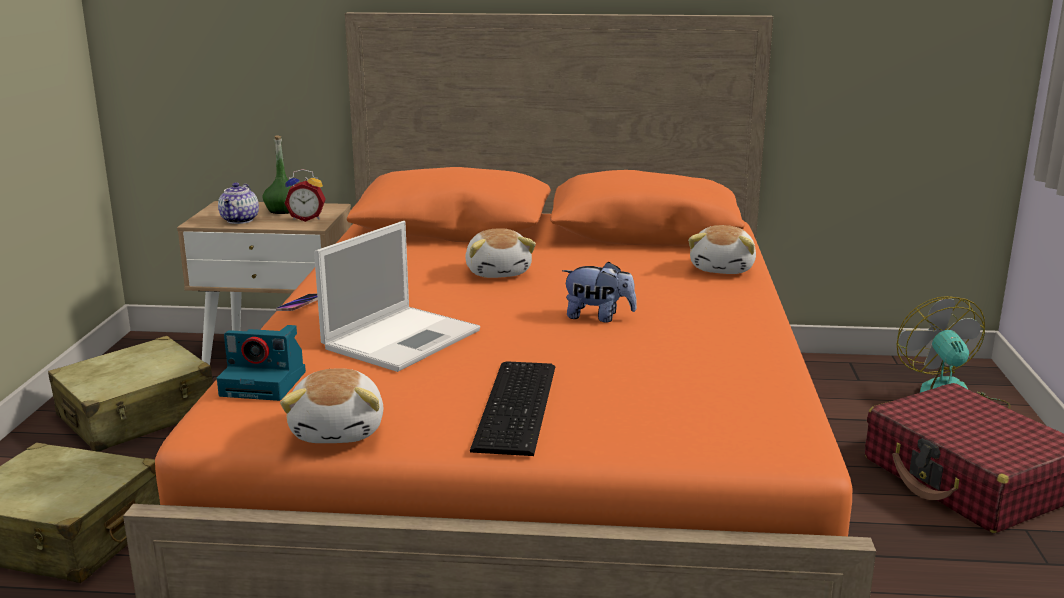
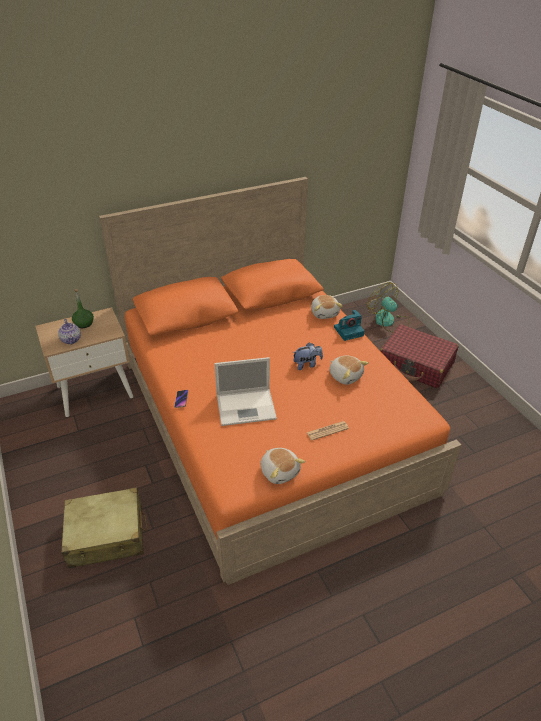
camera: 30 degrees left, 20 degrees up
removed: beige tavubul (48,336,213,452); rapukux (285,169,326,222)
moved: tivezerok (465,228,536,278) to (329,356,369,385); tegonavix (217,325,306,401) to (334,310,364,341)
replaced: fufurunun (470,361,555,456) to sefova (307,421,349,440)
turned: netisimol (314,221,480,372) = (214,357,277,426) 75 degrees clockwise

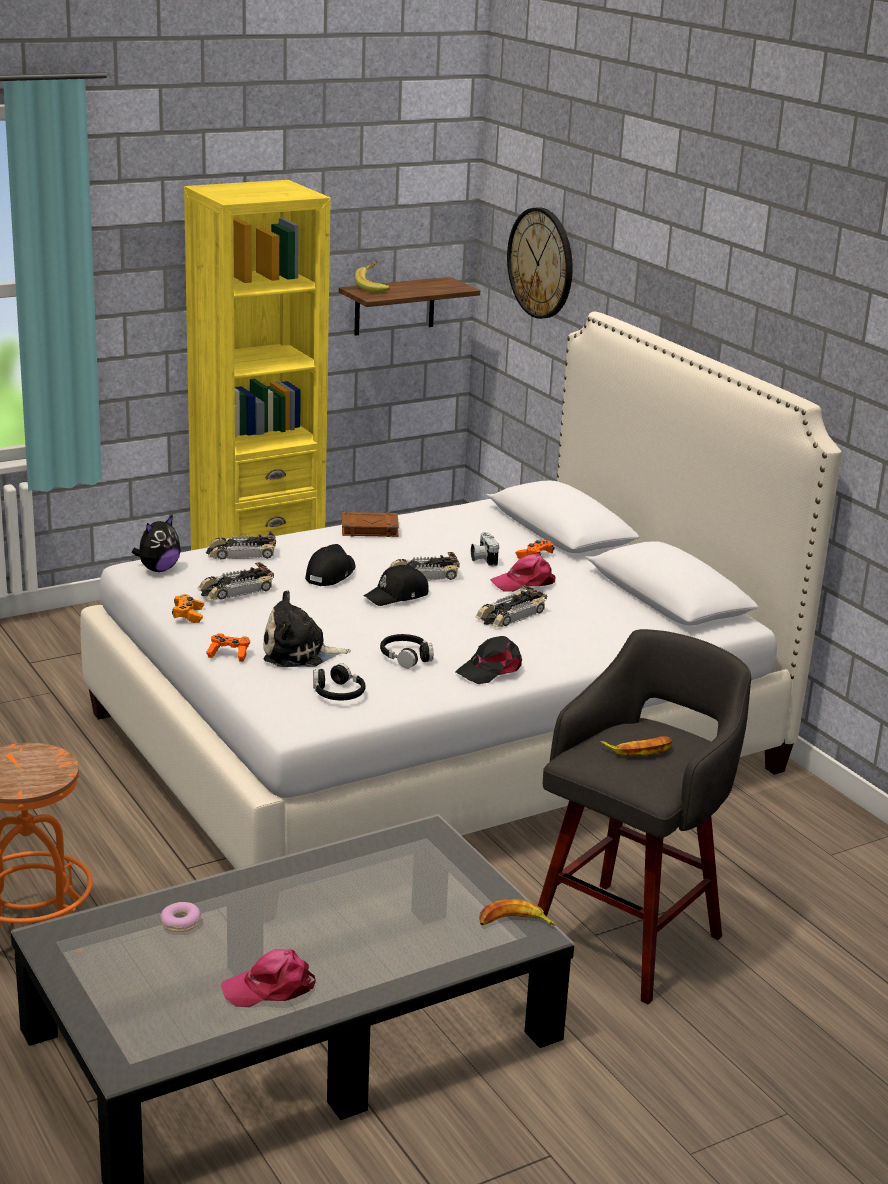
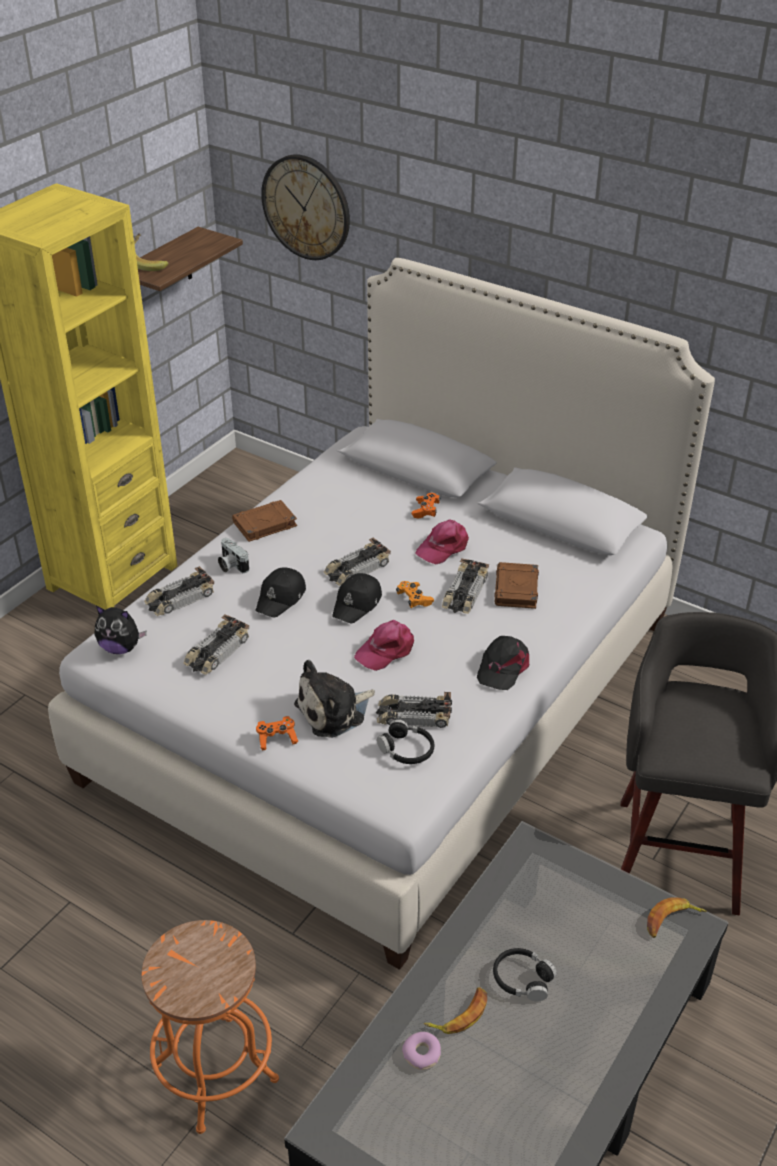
camera: 25 degrees left, 15 degrees up
added: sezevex (376,692,452,728); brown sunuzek (494,562,539,609)
moved: tegonavix (471,532,499,566) to (218,538,249,573); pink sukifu (221,949,316,1007) to (354,620,414,671); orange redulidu (172,594,204,623) to (396,581,434,608); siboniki (600,736,673,756) to (424,988,487,1034); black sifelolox (380,634,434,669) to (493,948,557,1001)
turned: tivezerok (132,515,181,572) = (95,606,146,654) 90 degrees clockwise; black sukifu (305,544,356,586) = (255,567,306,618) 150 degrees counterclockwise

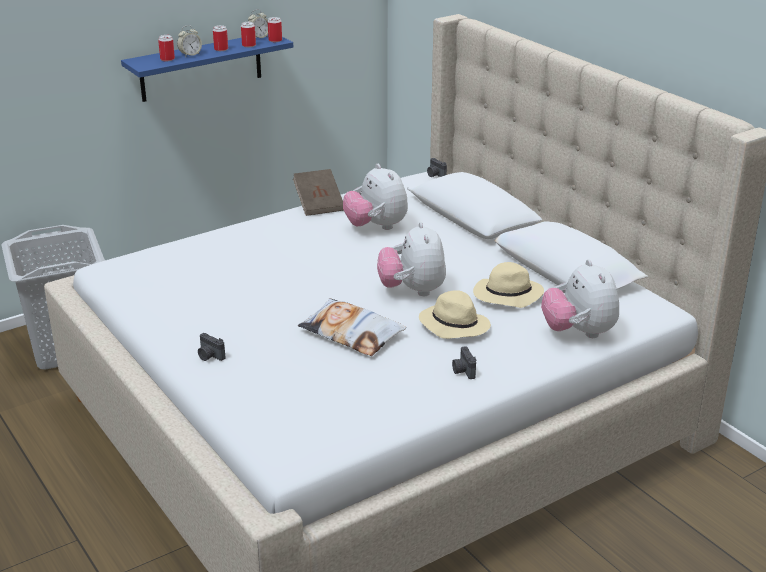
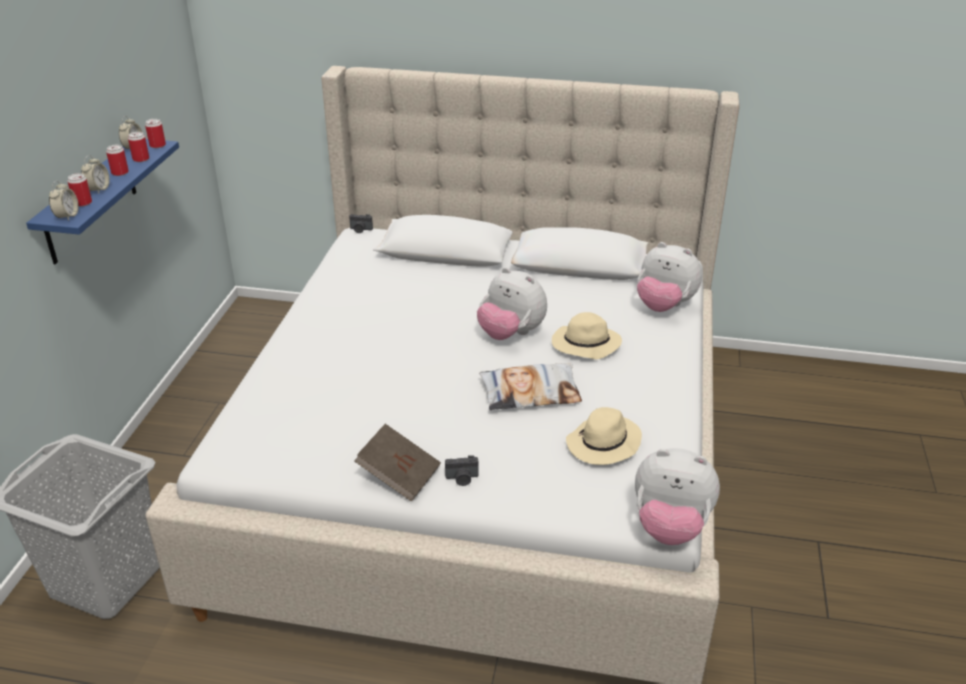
camera: 45 degrees left, 5 degrees up
removed: tegonavix (452,346,476,379)
added: rapukux (49,180,79,221)
moved: brown sunuzek (293,169,343,216) to (354,424,441,502); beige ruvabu (473,262,544,308) to (566,407,642,465); tivezerok (343,164,408,230) to (635,448,720,545)

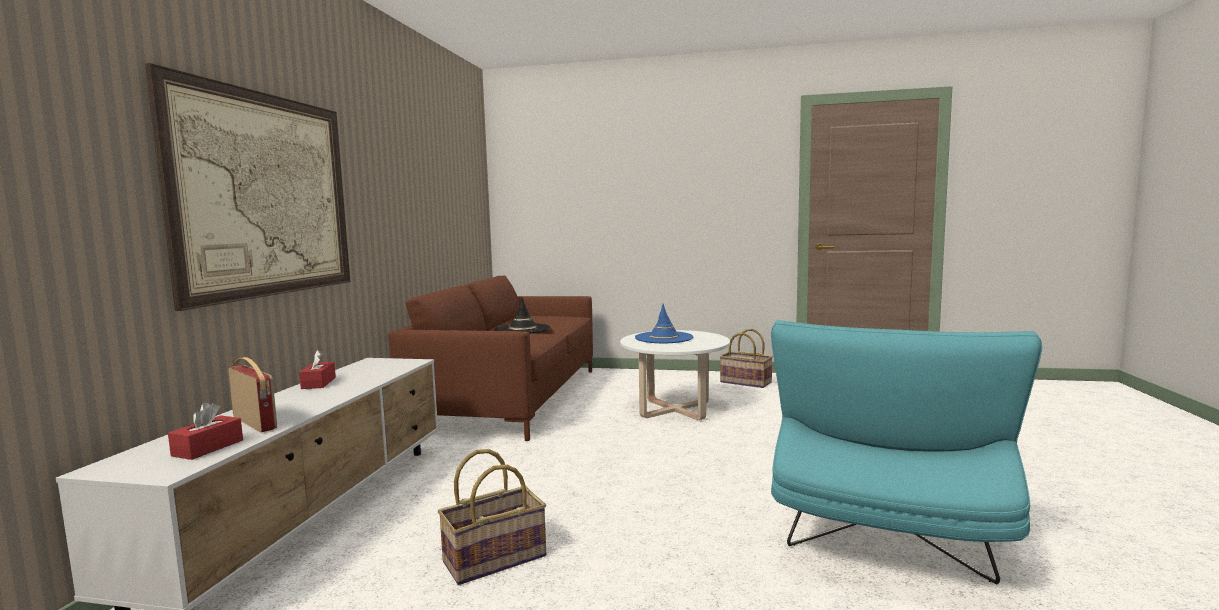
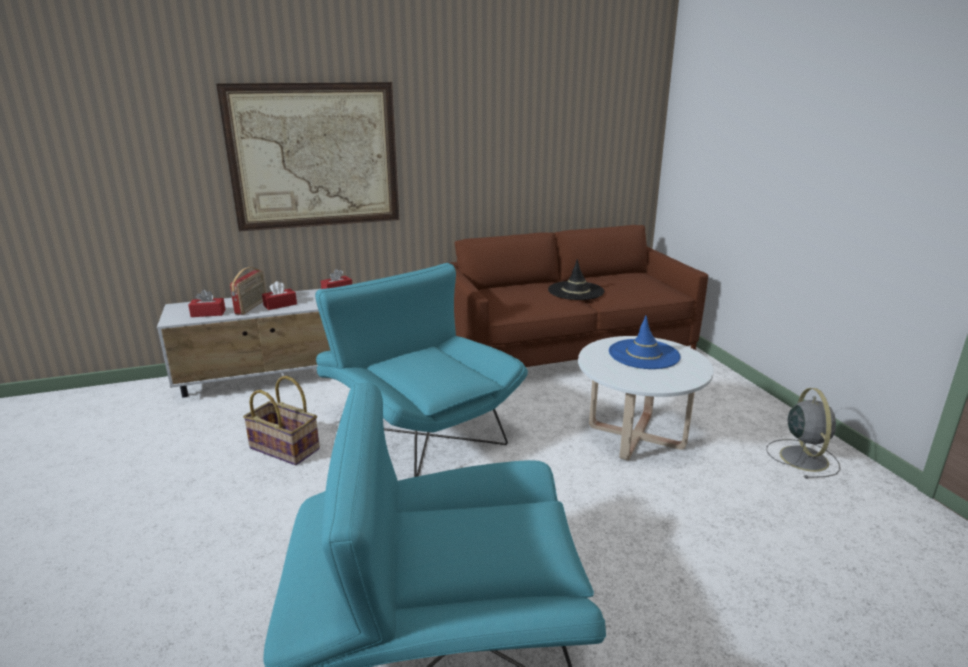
camera: 60 degrees right, 15 degrees up
added: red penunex (262,281,297,310); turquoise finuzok (315,263,528,477)
replaced: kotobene (720,329,773,388) to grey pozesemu (766,388,841,479)

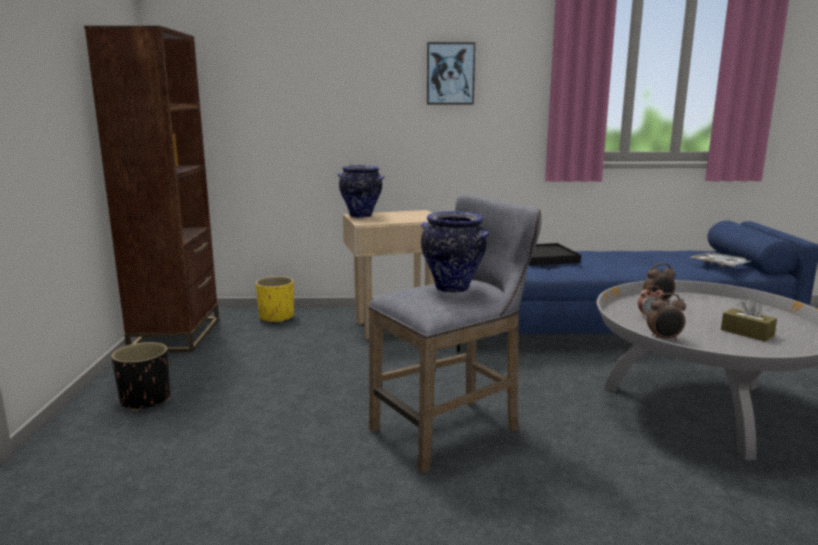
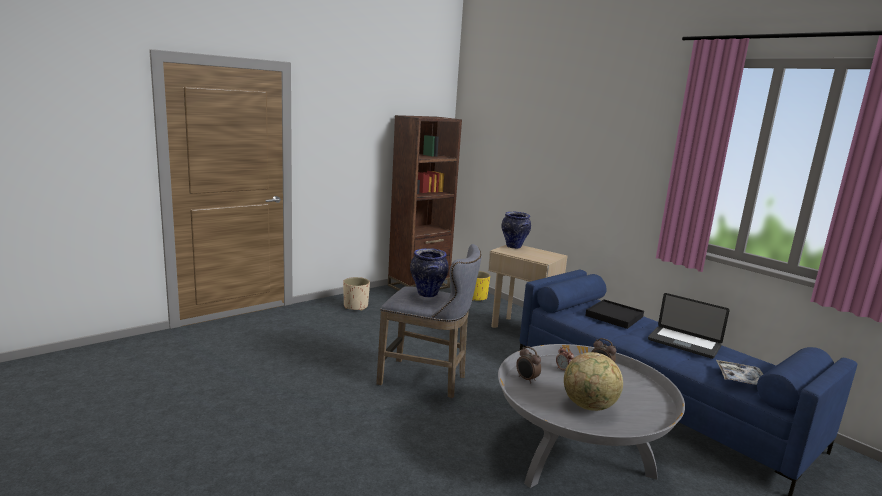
camera: 50 degrees right, 0 degrees up
removed: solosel (427,42,475,104)
added: netisimol (648,293,730,359)
replaced: brown penunex (721,298,777,341) to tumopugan (564,352,623,411)
recoloured: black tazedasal (111,342,170,411) to beige tazedasal (343,277,370,311)

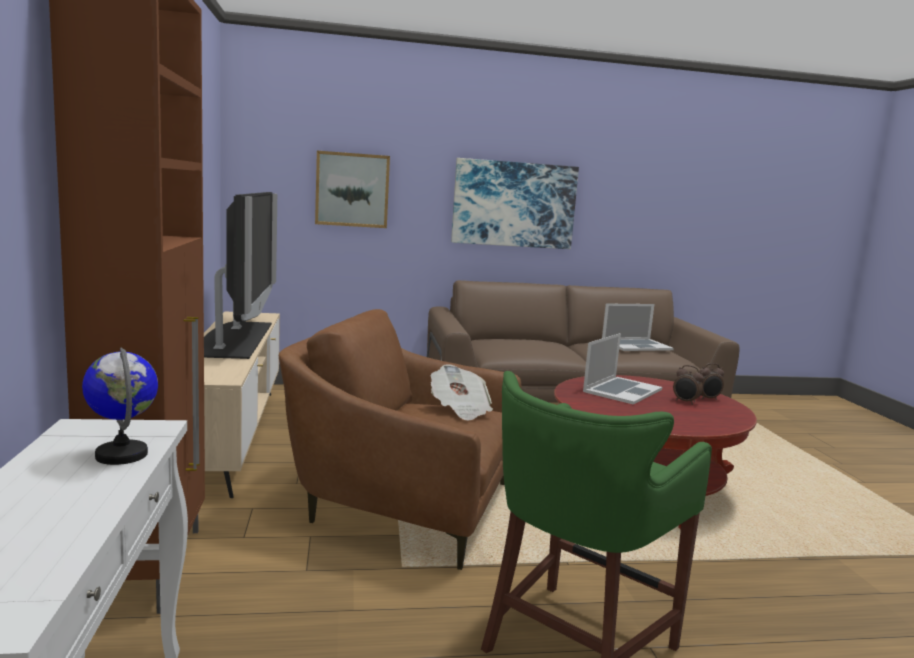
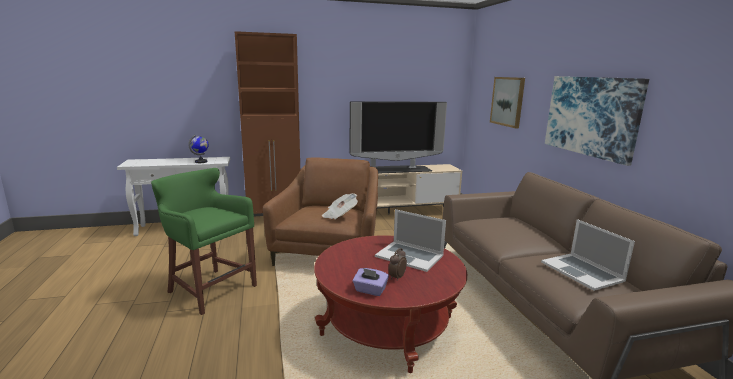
camera: 85 degrees right, 5 degrees up
removed: rapukux (699,363,724,400)
added: purple penunex (353,268,389,296)

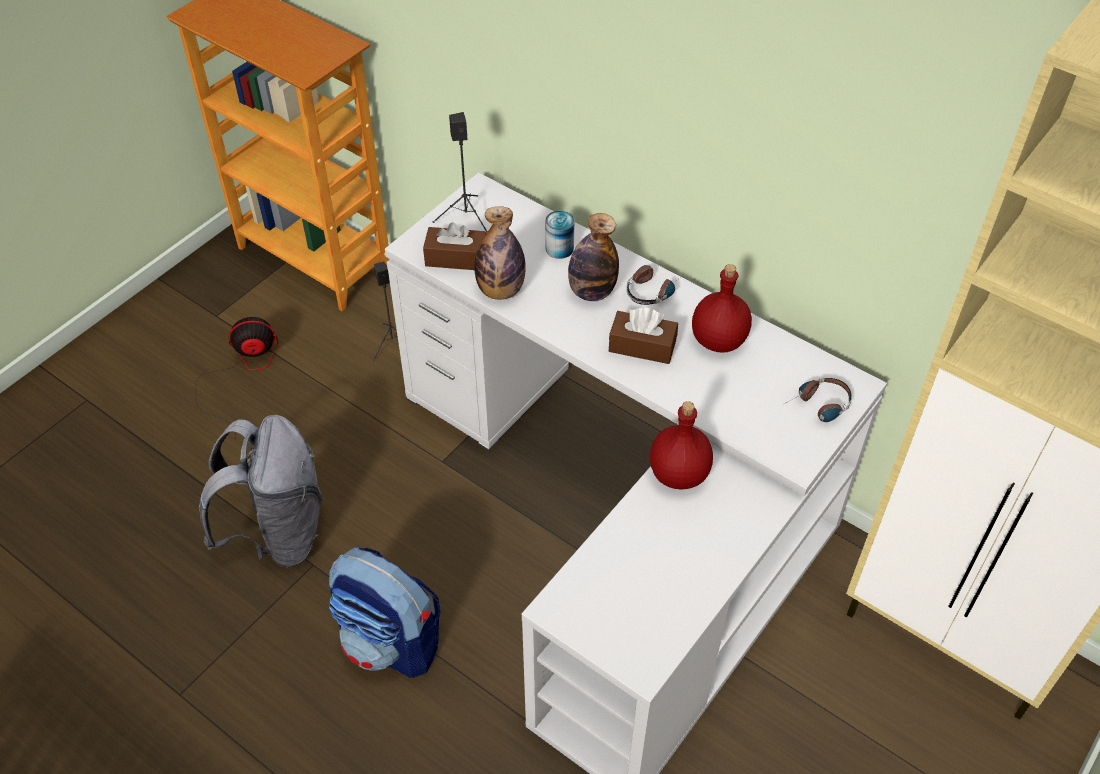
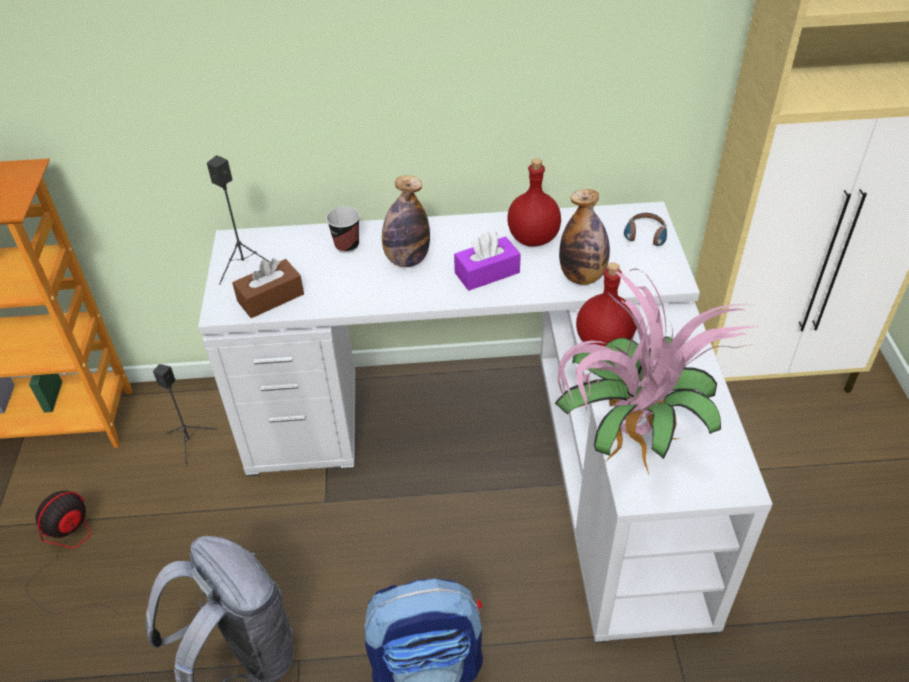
camera: 40 degrees left, 5 degrees down
removed: sifelolox (626,265,683,305)
added: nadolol (555,269,757,474)
moved: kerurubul (475,206,526,300) to (559,189,610,285)
replaced: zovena (545,211,574,259) to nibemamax (326,206,360,253)
recoloured: brown penunex (609,307,678,364) to purple penunex (454,232,521,291)

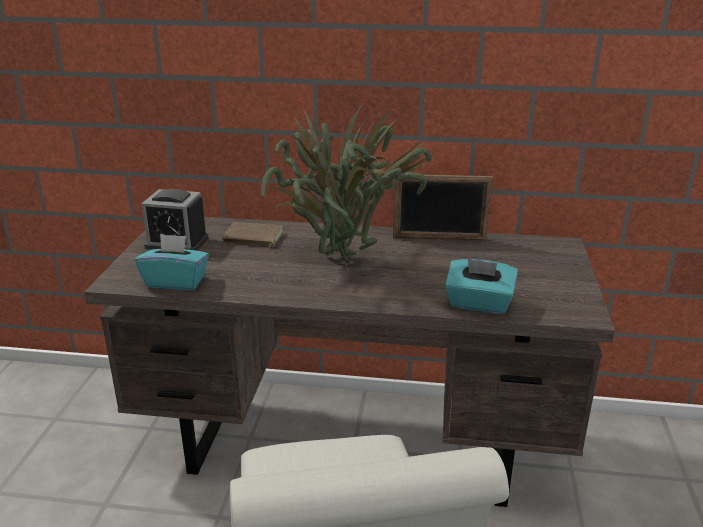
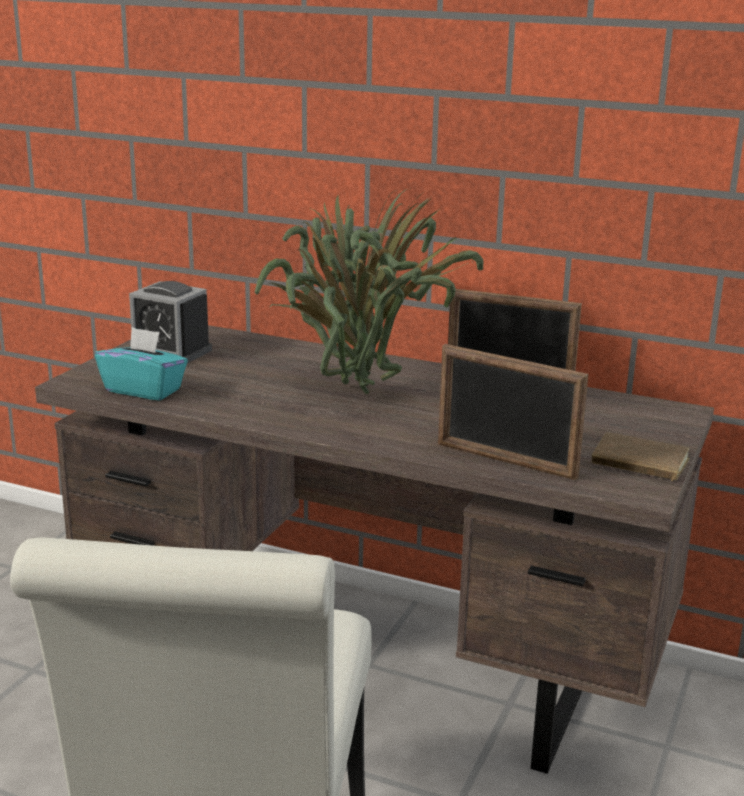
camera: 15 degrees right, 5 degrees down
moved: brown sunuzek (222,222,284,247) to (591,433,690,481)
replaced: turquoise penunex (445,259,518,314) to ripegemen (438,344,588,480)

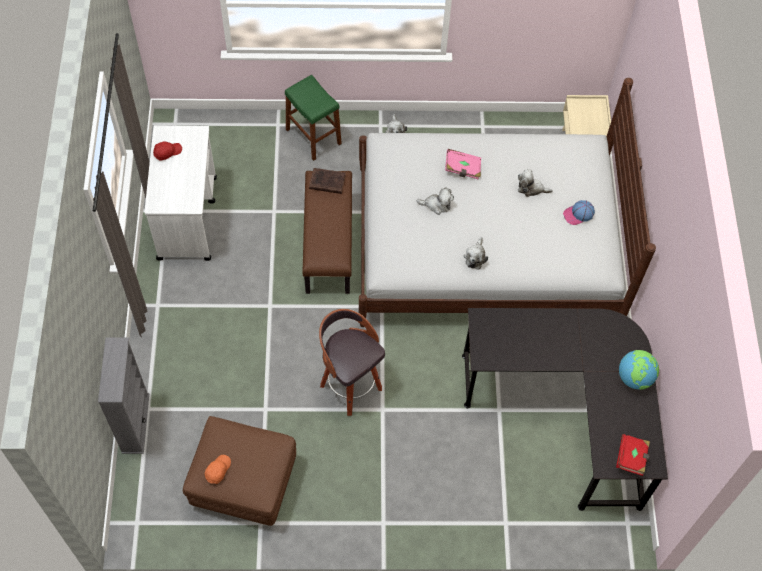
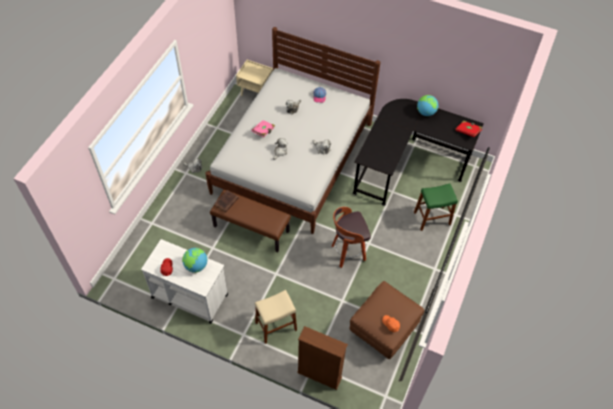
camera: 65 degrees left, 5 degrees down
added: tumopugan (182,248,207,273); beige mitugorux (255,290,297,344)
moved: green mitugorux (285,75,342,161) to (414,183,458,231)
recoloured: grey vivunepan (98,338,149,454) to brown vivunepan (297,326,348,390)

